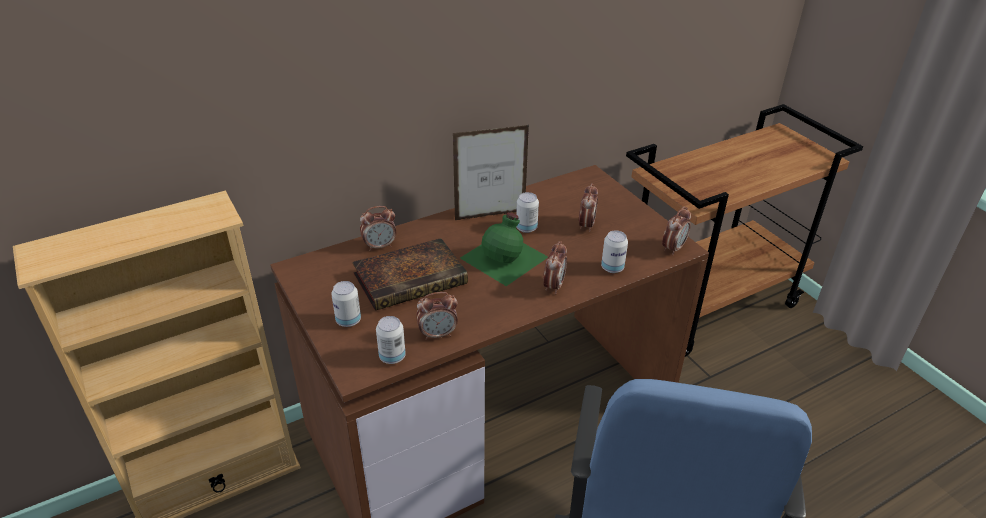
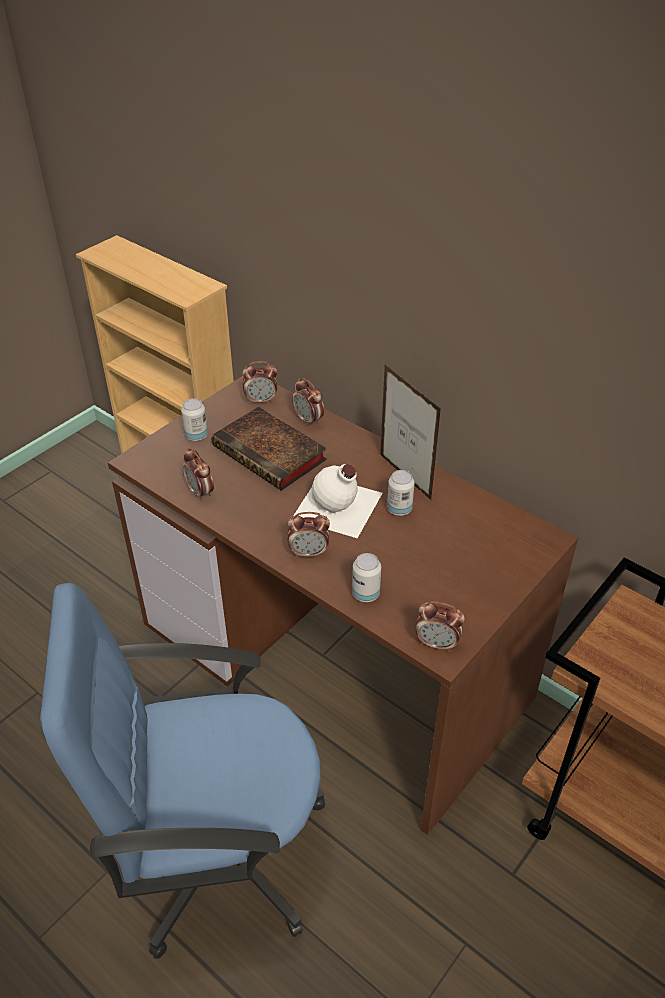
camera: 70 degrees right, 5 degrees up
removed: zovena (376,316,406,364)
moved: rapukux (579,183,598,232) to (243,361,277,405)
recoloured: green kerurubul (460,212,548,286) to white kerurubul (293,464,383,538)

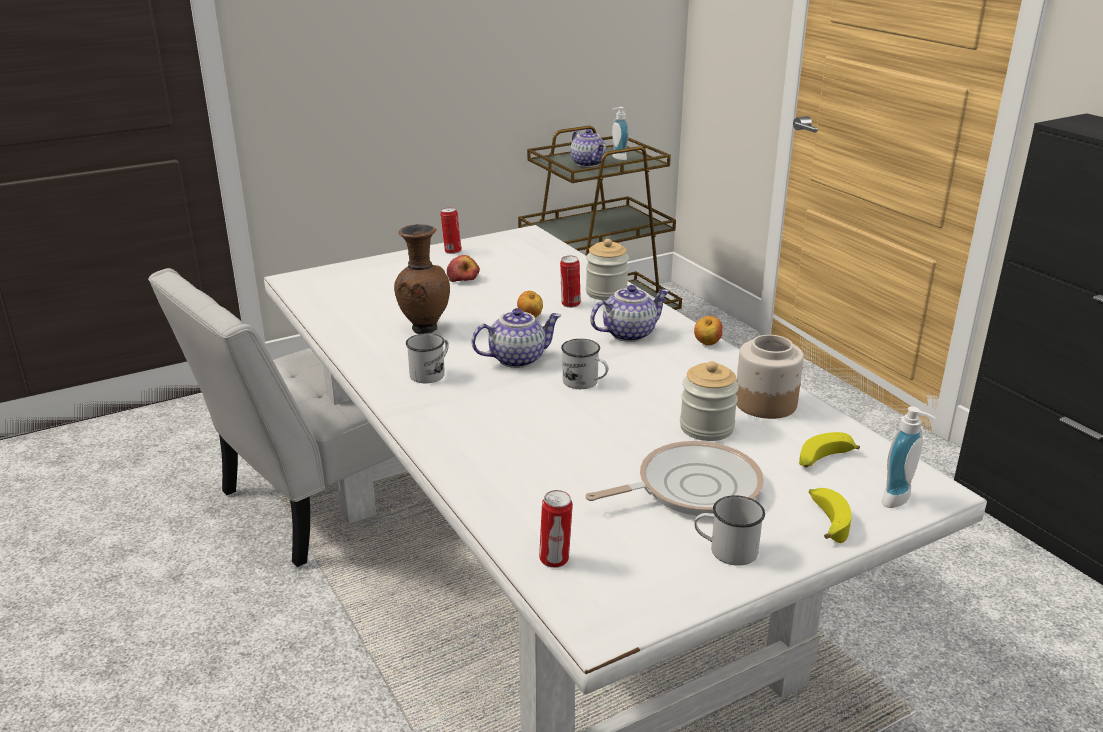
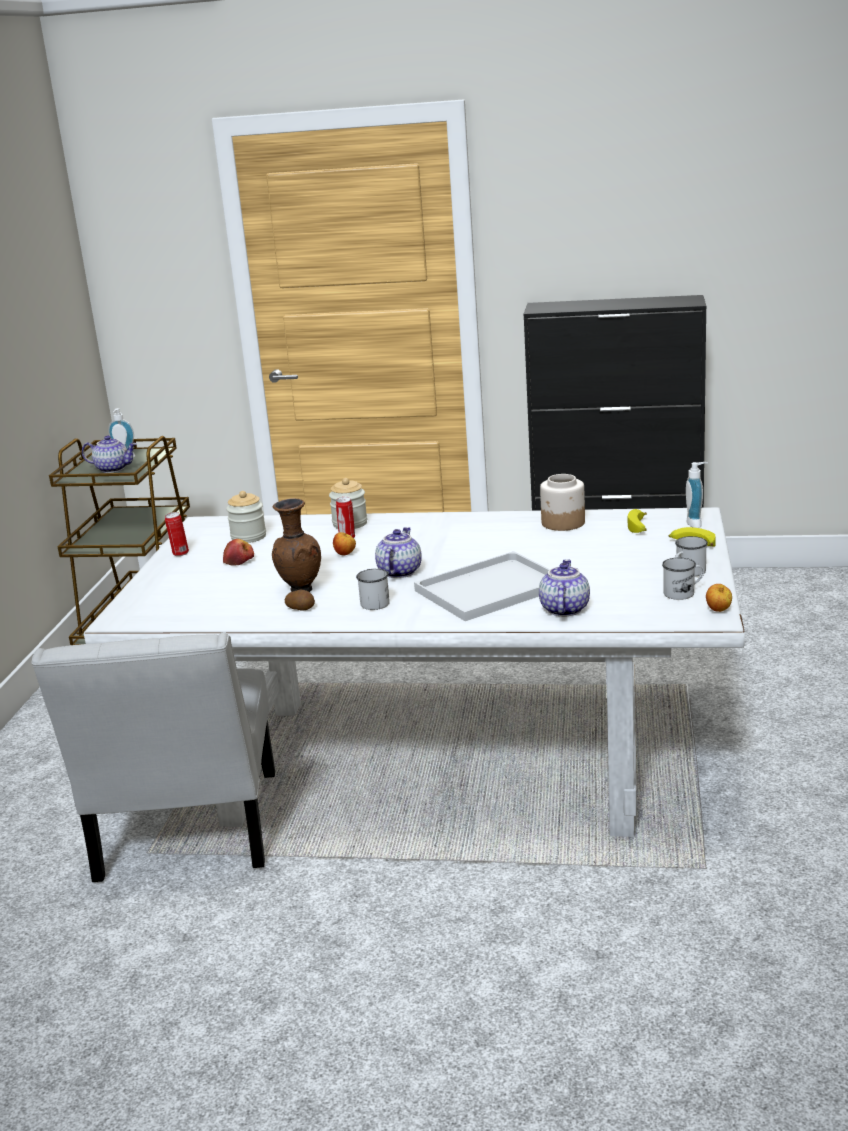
camera: 50 degrees left, 5 degrees down
removed: zovena (539,490,573,568); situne (585,441,764,516)
added: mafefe (285,590,315,611); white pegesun (414,551,550,621)
moved: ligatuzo (680,361,739,441) to (226,491,266,543); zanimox (590,285,670,342) to (539,559,590,616); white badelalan (561,339,608,389) to (662,557,704,600); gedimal (694,316,722,346) to (706,584,732,612)

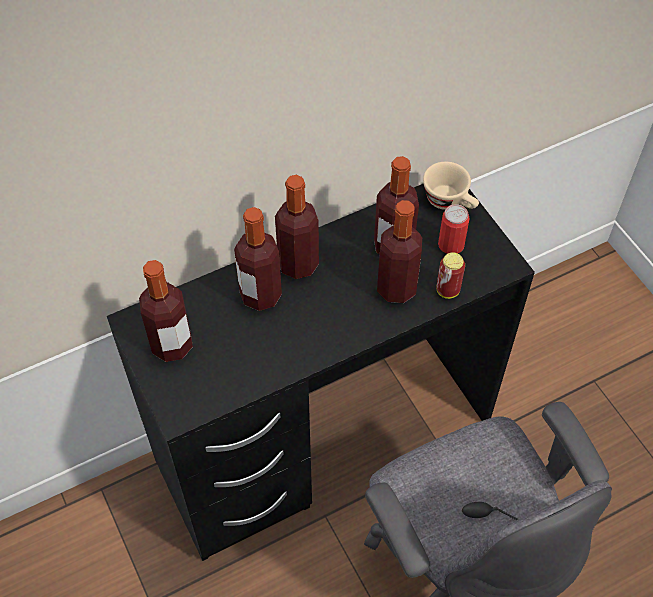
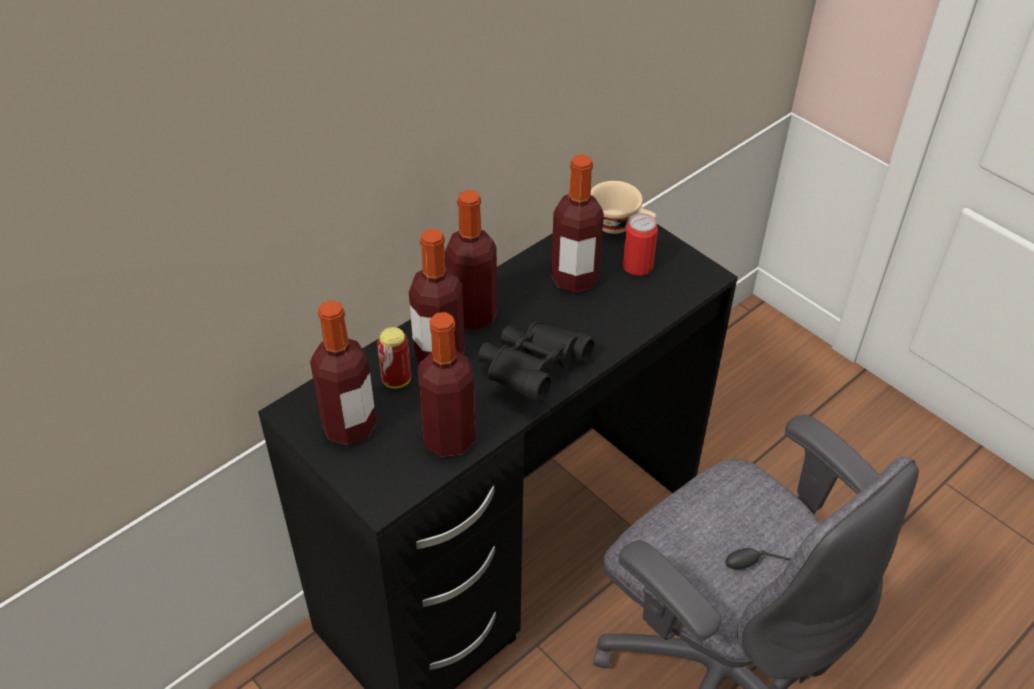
camera: 15 degrees left, 10 degrees down
added: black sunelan (478,322,594,401)
moved: zovena (436,253,465,299) to (377,327,411,389); kerurubul (377,200,422,303) to (417,312,475,457)

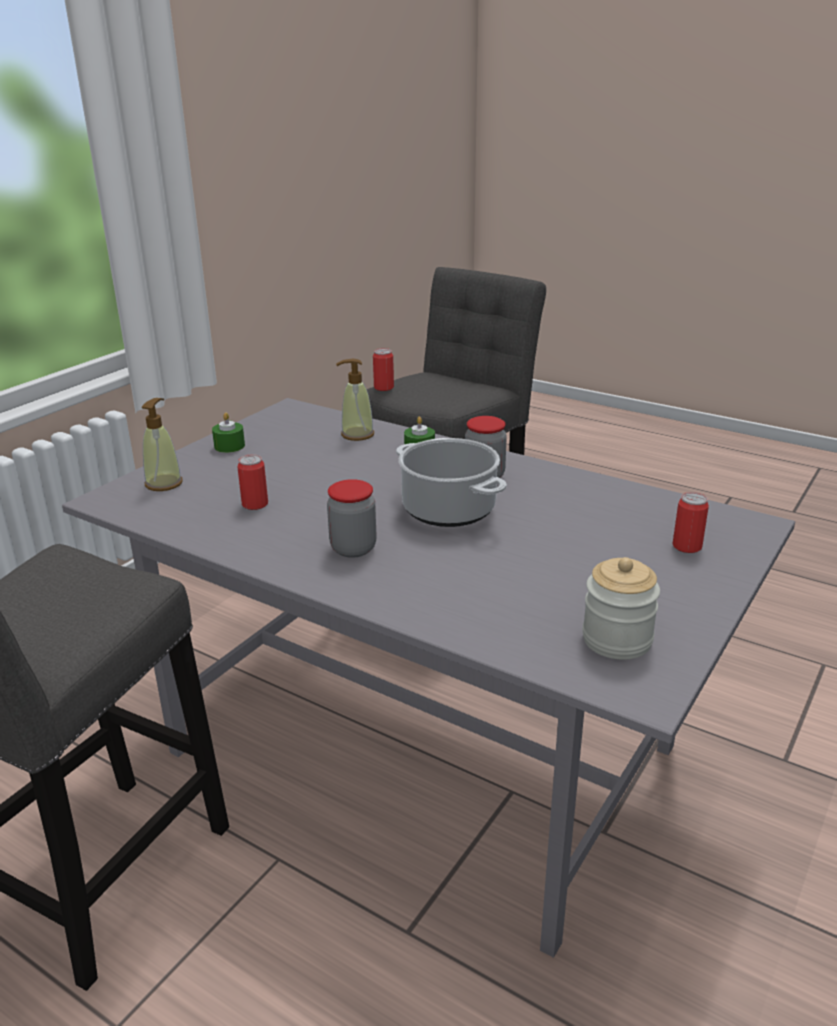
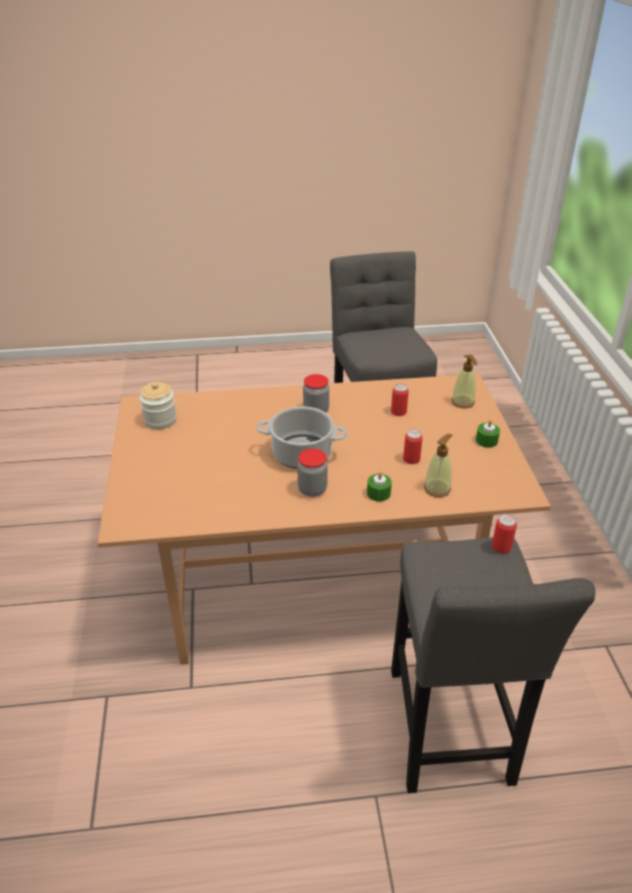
camera: 140 degrees right, 10 degrees up
moved: zovena (672,492,709,553) to (403,429,422,464)
recoloured: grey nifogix (62,398,795,958) to brown nifogix (98,374,551,665)

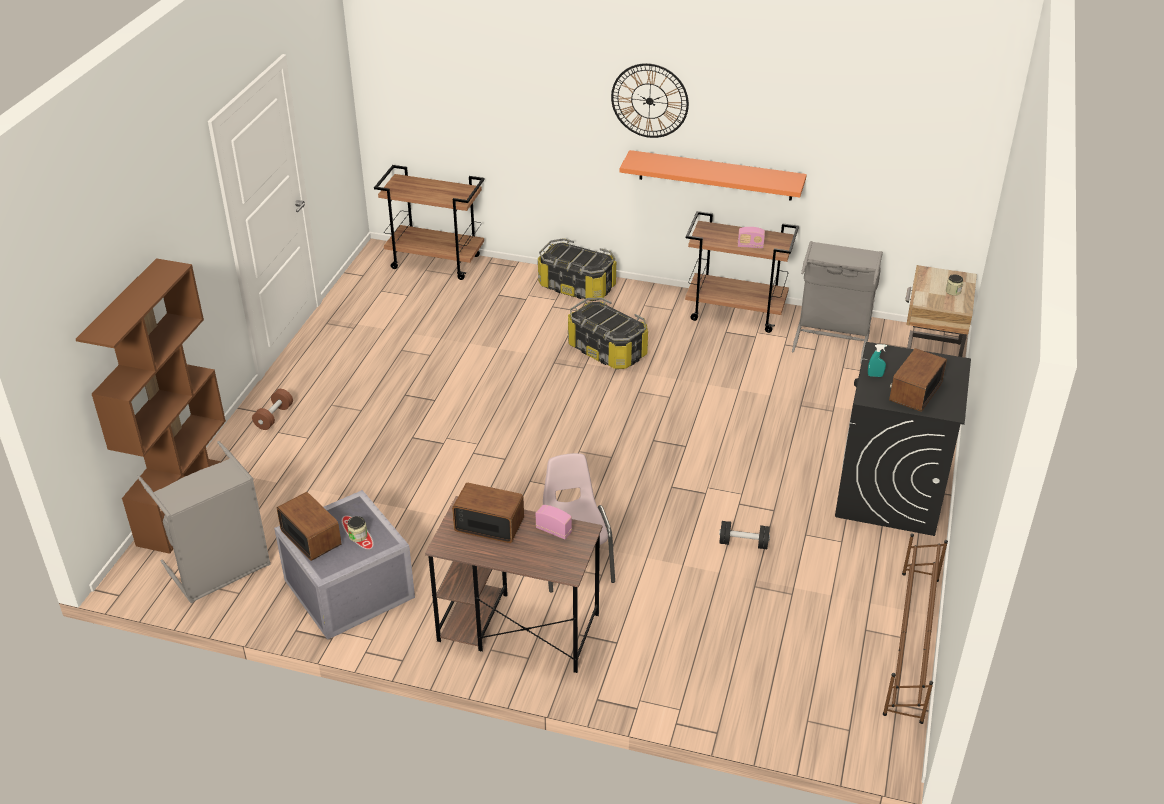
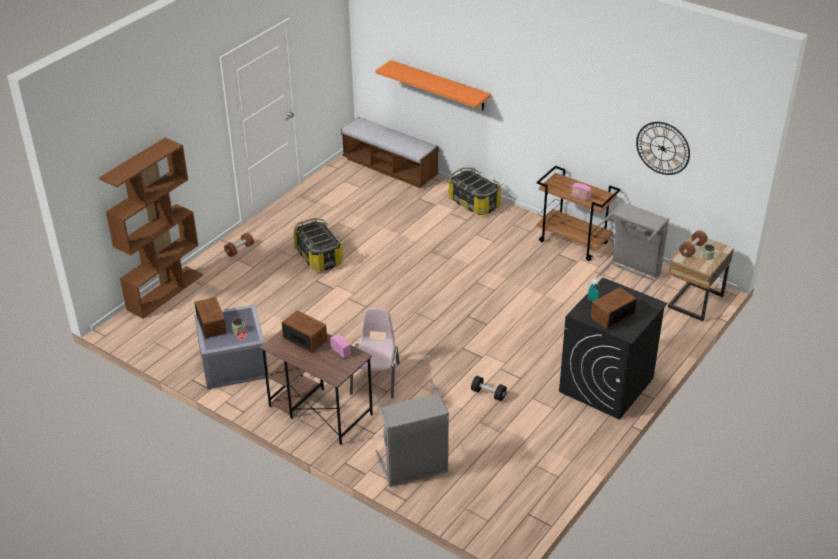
camera: 20 degrees right, 0 degrees up
removed: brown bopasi (883,533,948,724)
added: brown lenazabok (679,230,708,258)
moved: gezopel (568,297,648,369) to (293,218,343,271); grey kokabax (137,441,271,603) to (373,379,449,487); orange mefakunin (620,150,807,201) to (375,60,491,110); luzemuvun (611,63,689,138) to (636,122,690,175)
replaced: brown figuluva (374,165,484,280) to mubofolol (341,117,439,188)

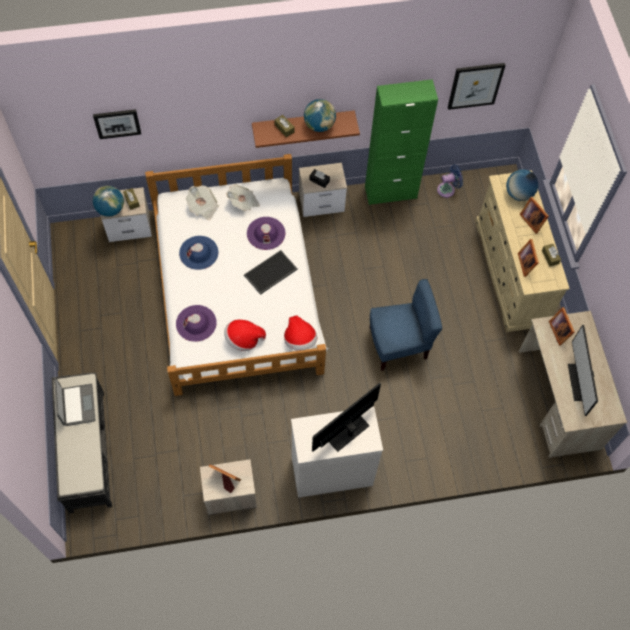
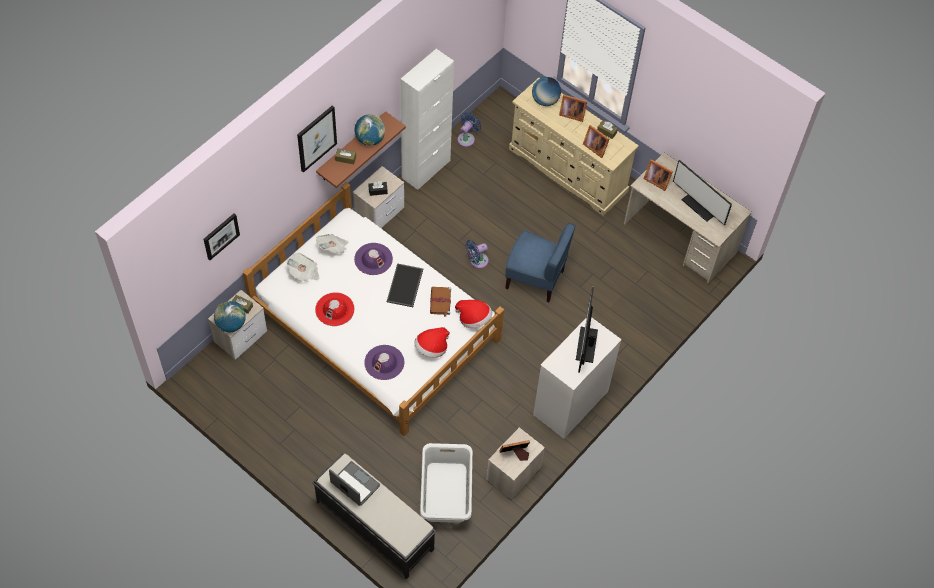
camera: 40 degrees left, 5 degrees down
added: white kokabax (420,443,473,523); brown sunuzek (430,287,451,317); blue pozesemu (465,240,489,269)
moved: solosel (448,63,506,110) to (297,105,337,173)
recoloured: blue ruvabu (179,236,219,270) to red ruvabu (315,292,355,326); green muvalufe (365,79,438,205) to white muvalufe (401,49,454,190)
turned: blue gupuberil (369,279,442,371) = (505,223,575,302) 75 degrees clockwise

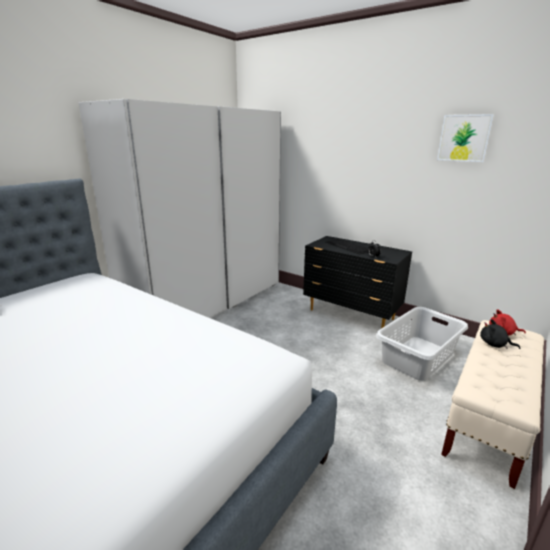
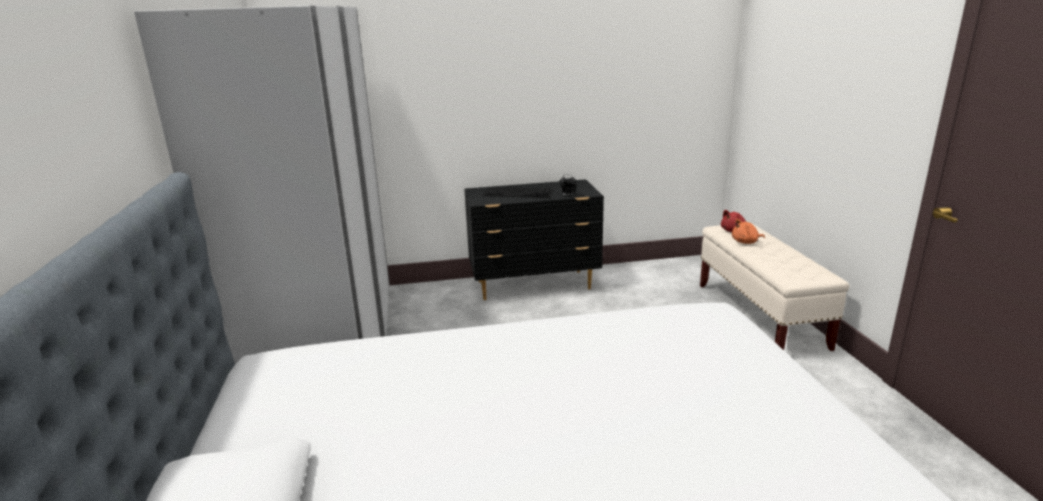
camera: 45 degrees left, 0 degrees up
removed: grey kokabax (376,307,468,381); solosel (437,114,494,162)
recoloured: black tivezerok (480,319,520,349) to orange tivezerok (732,219,765,244)

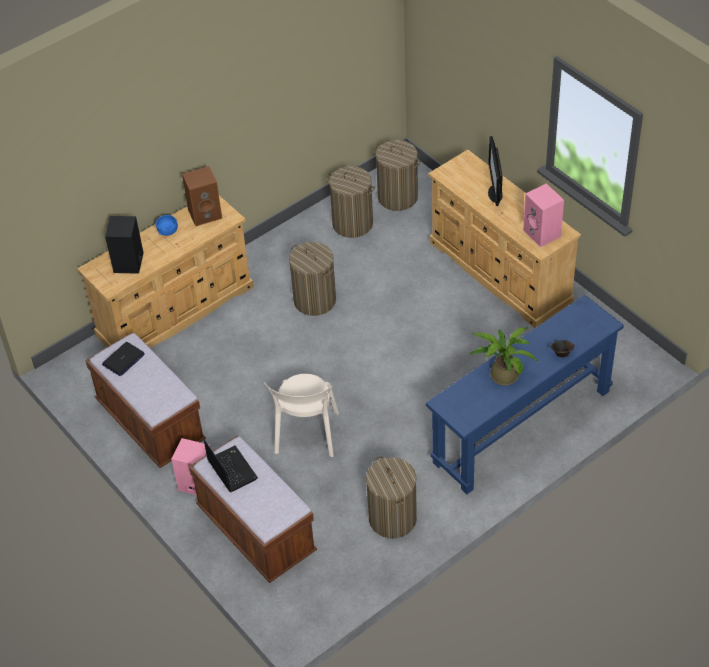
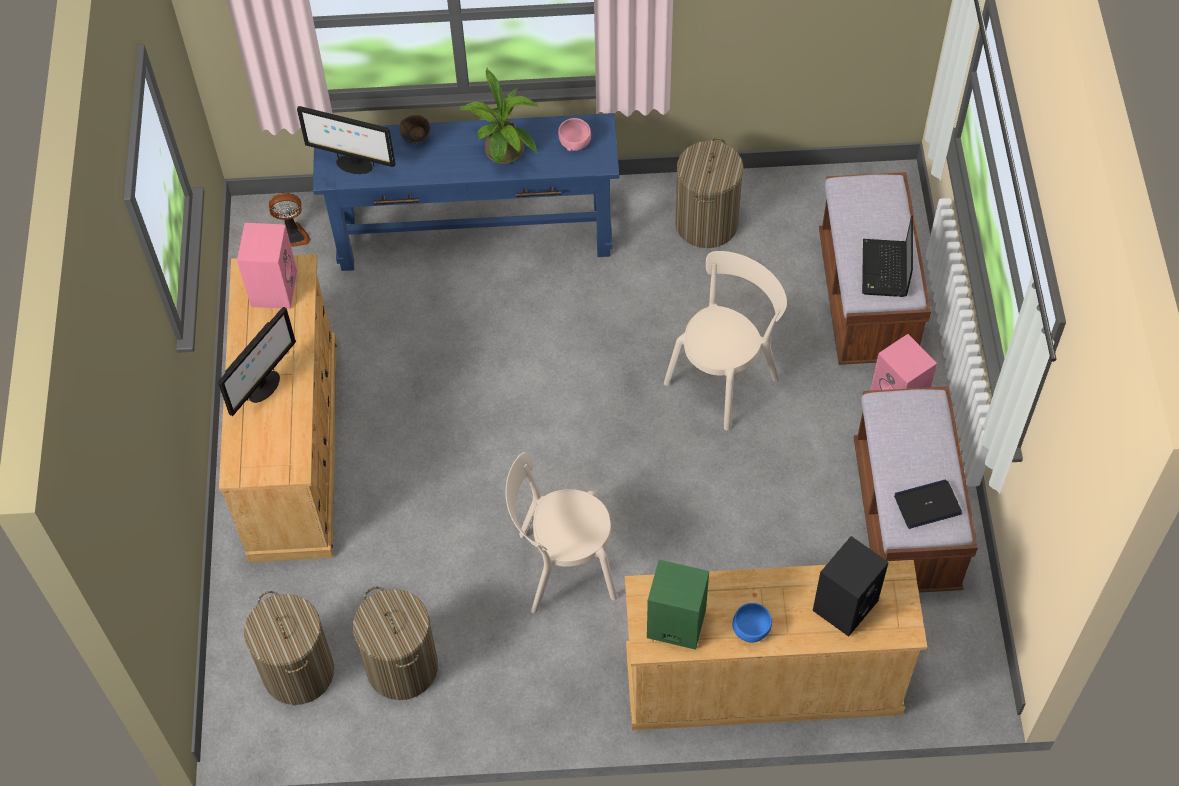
camera: 145 degrees left, 10 degrees up
added: pozesemu (269,193,311,247); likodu (297,106,395,174); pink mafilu (558,118,591,151)
replaced: kokabax (289,242,336,316) to beige gupuberil (506,452,618,613)
recoloured: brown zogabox (182,166,222,226) to green zogabox (647,560,709,650)

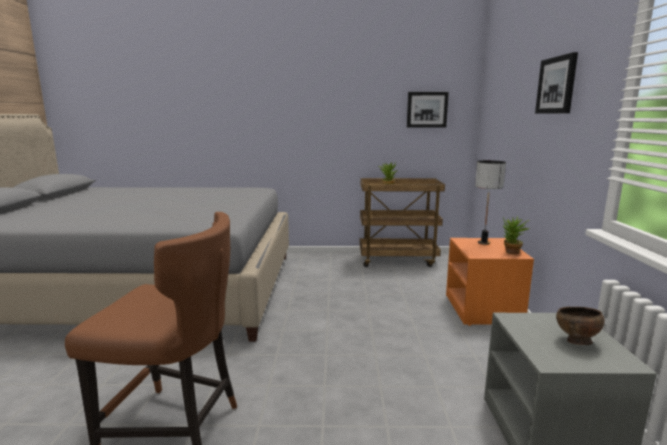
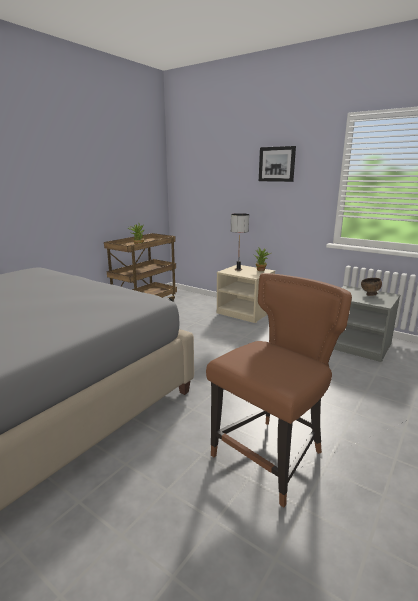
camera: 55 degrees left, 5 degrees up
removed: solosel (407,92,449,127)
recoloured: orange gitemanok (446,238,534,326) to beige gitemanok (217,265,275,323)

